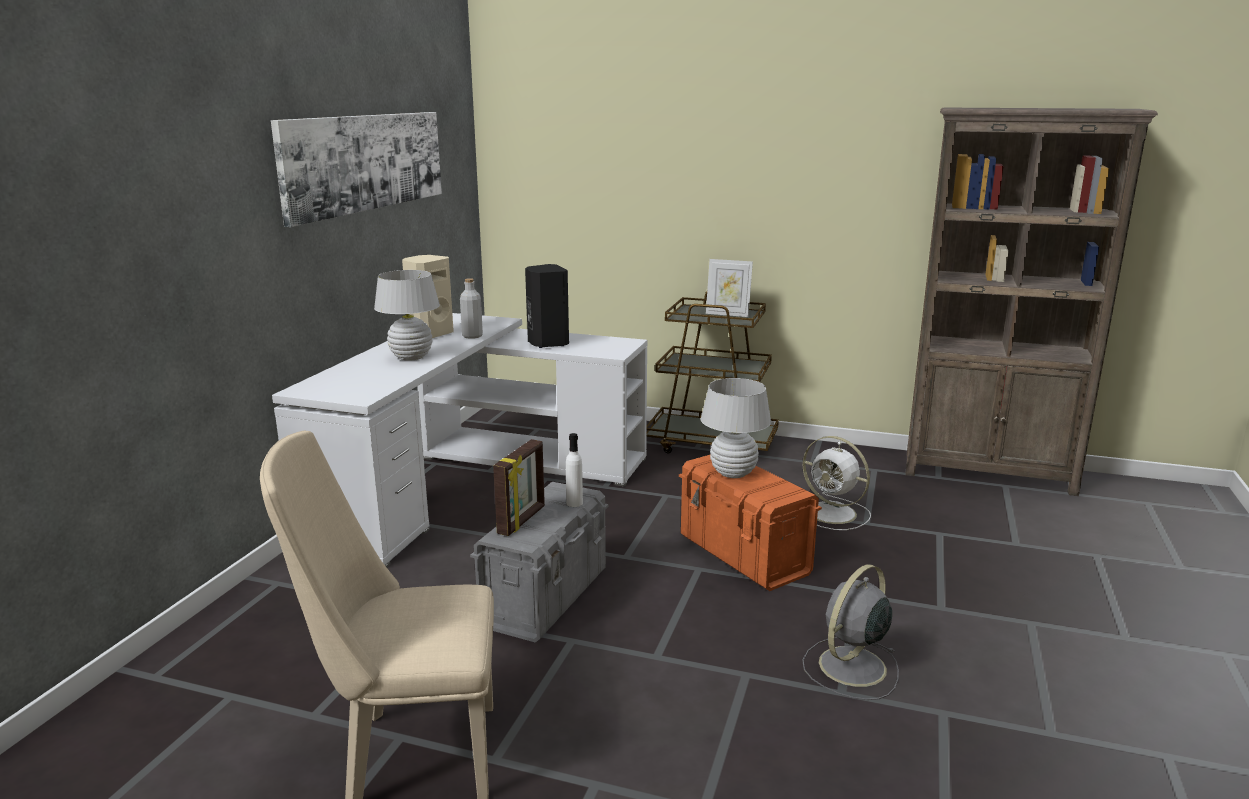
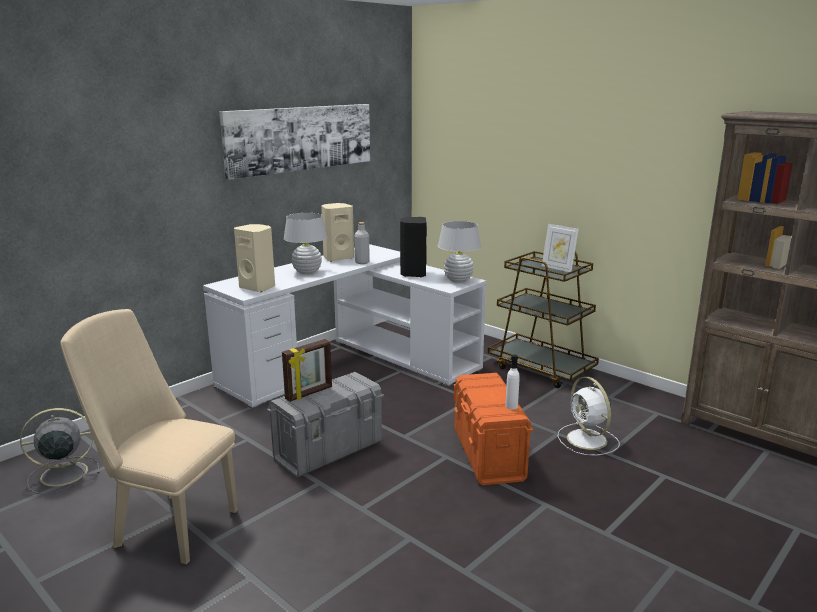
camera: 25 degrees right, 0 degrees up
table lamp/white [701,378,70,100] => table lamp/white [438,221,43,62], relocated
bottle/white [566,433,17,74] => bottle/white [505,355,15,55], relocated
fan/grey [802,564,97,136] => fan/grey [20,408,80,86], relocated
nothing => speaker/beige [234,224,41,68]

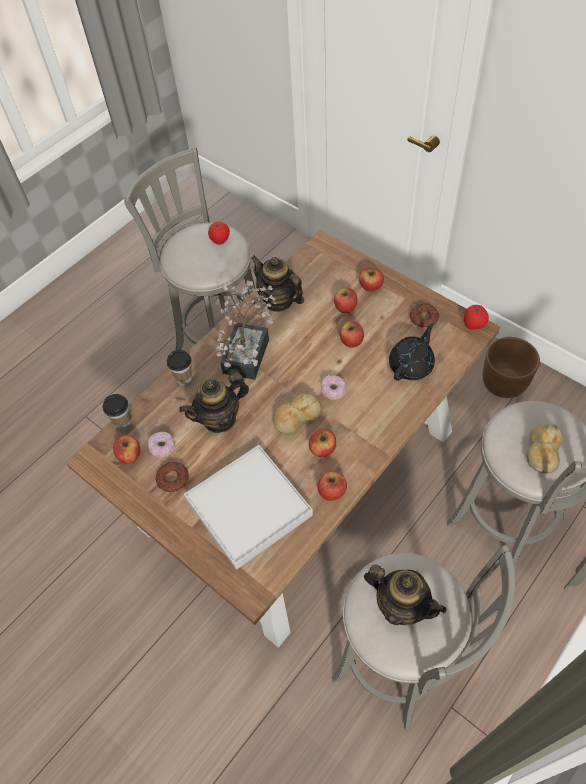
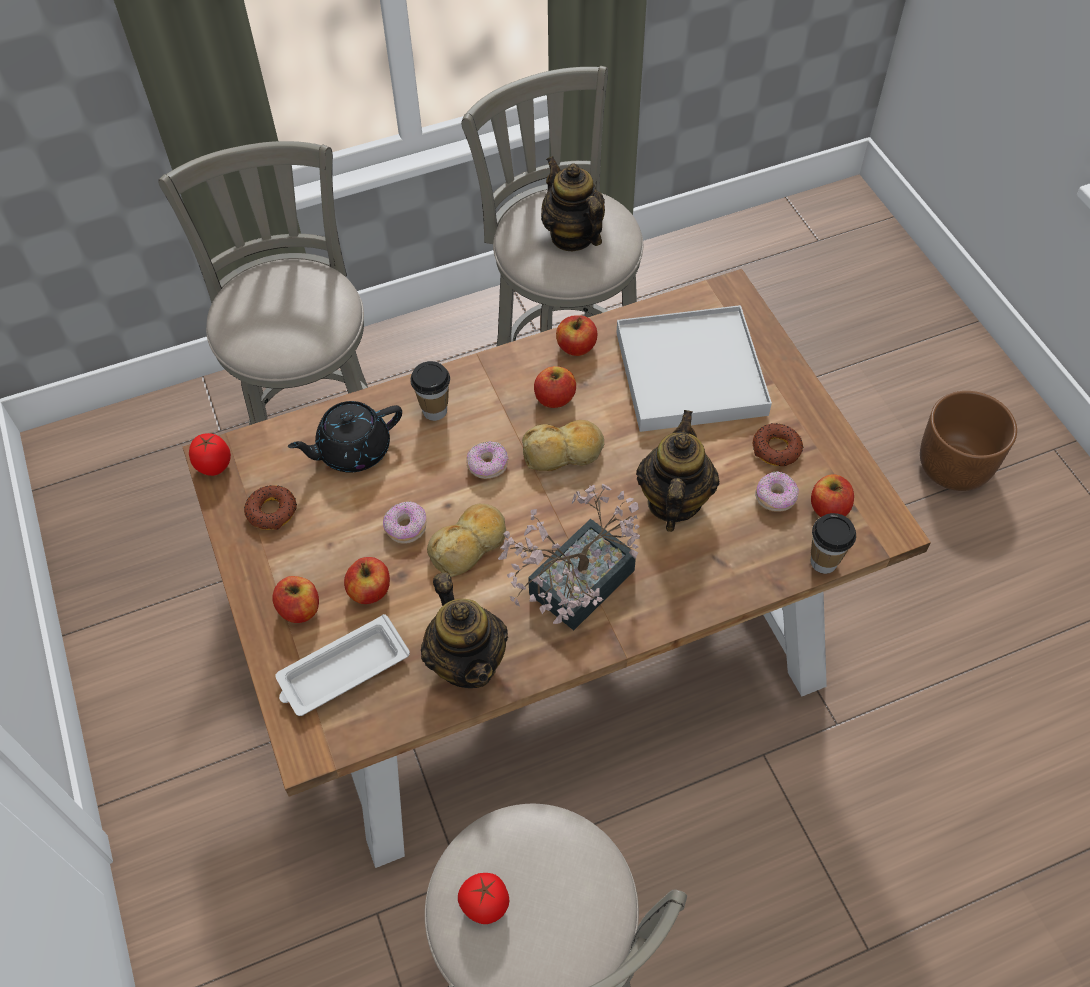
camera: 155 degrees left, 0 degrees up
apple [340,321,24,27] => donut [383,501,43,43]
planter/brown [483,337,57,61] => planter/brown [920,391,97,100], relocated
cup [167,350,25,36] => cup [410,361,40,60], relocated
teapot [179,372,70,61] => teapot [636,410,83,122], 75 degrees counterclockwise
bread [526,424,37,49] => bread [427,504,79,73], relocated
nothing => tray/white [275,614,135,102]

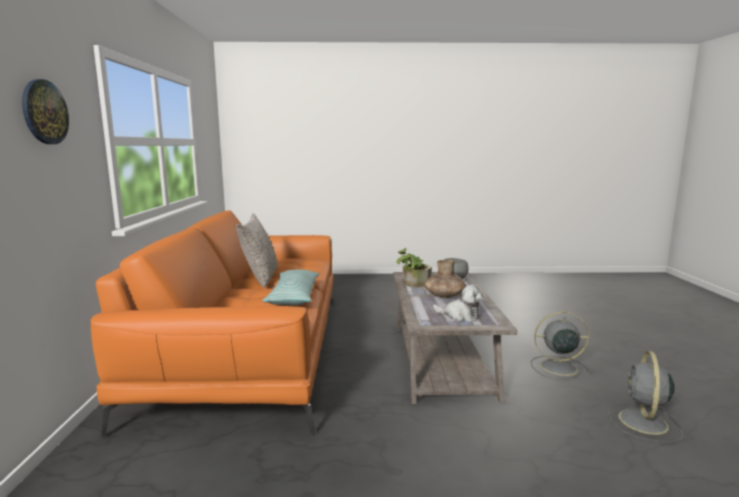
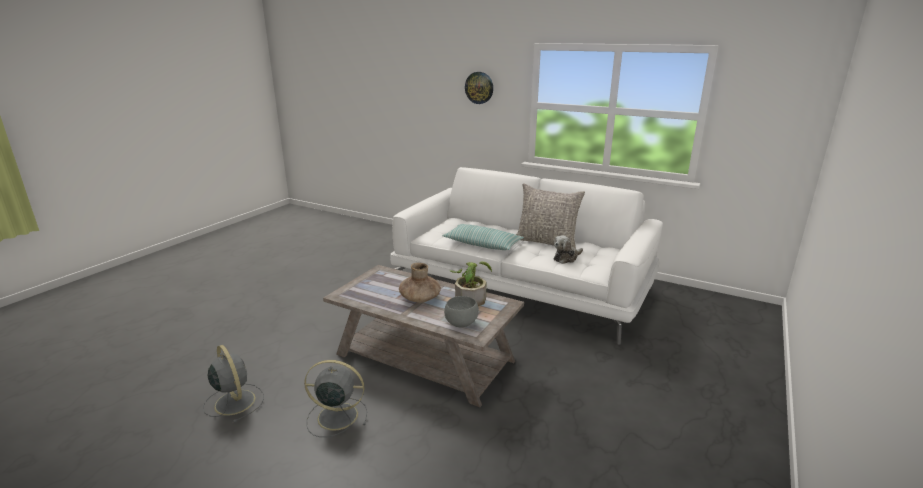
camera: 120 degrees right, 10 degrees up
sofa/orange [91,210,242,228] => sofa/white [390,167,273,178]
plush toy [433,284,50,38] => plush toy [554,235,29,29], relocated
fan/grey [531,311,60,69] => fan/grey [304,360,63,77], 120 degrees counterclockwise

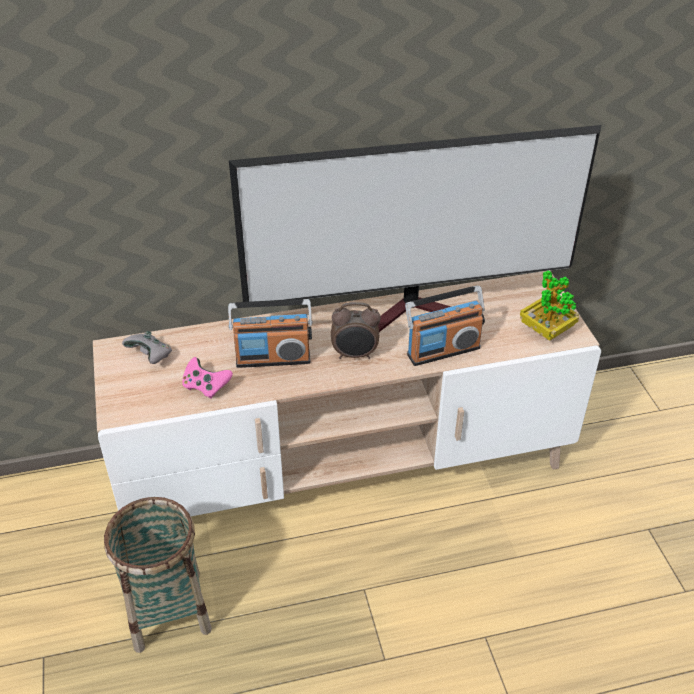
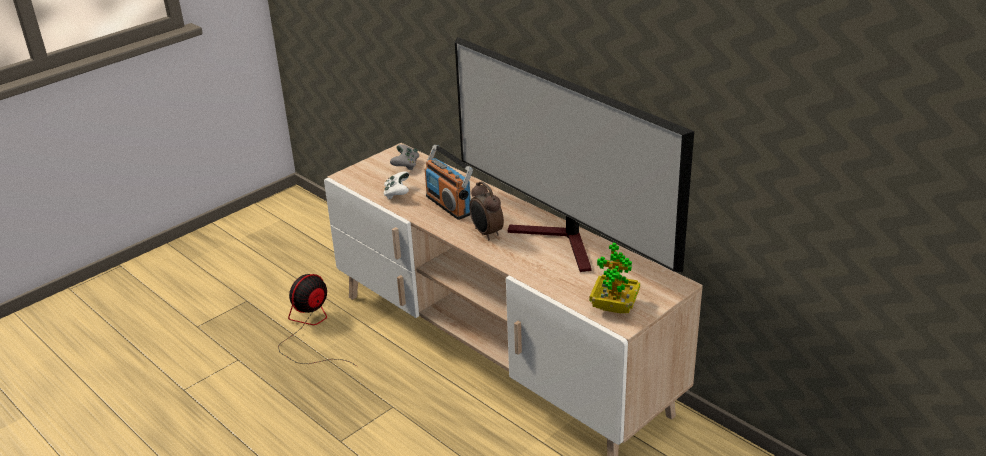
camera: 60 degrees right, 10 degrees down
radio [405,285,80,81] => nothing
game controller/pink [182,357,51,42] => game controller/white [384,172,25,27]
basket [104,497,108,156] => fan [278,274,80,93]

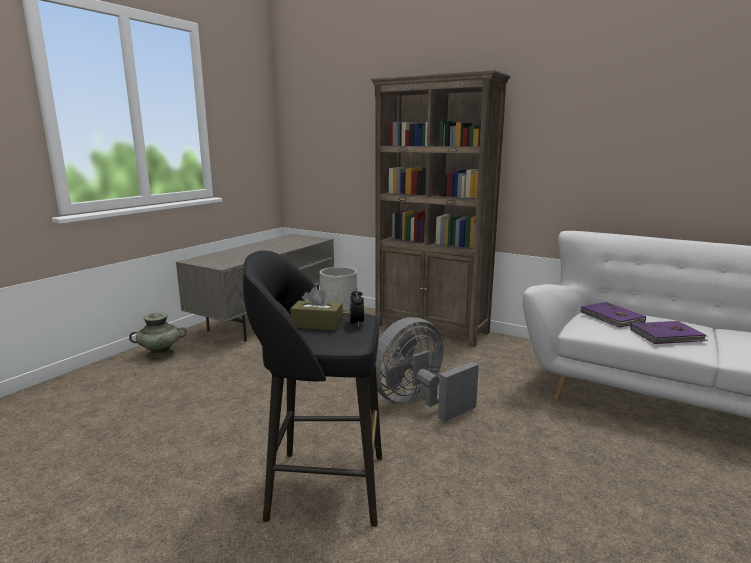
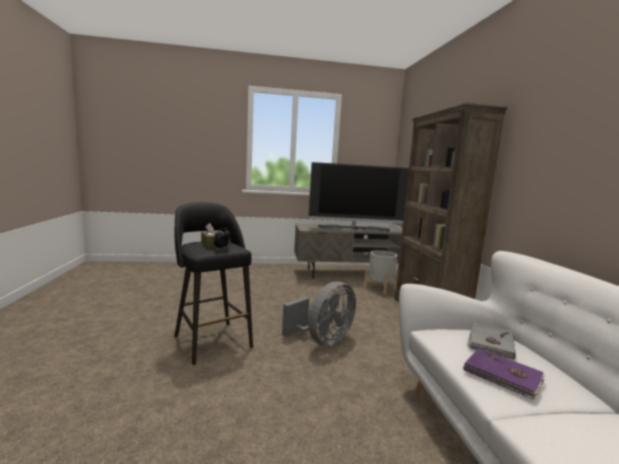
camera: 50 degrees right, 5 degrees down
book/purple [580,302,66,26] => book/grey [467,322,49,38]
vase/turquoise [129,313,58,47] => nothing
fan/grey [376,317,103,105] => fan/grey [282,281,74,65], 120 degrees clockwise
nothing => television [309,162,100,69]

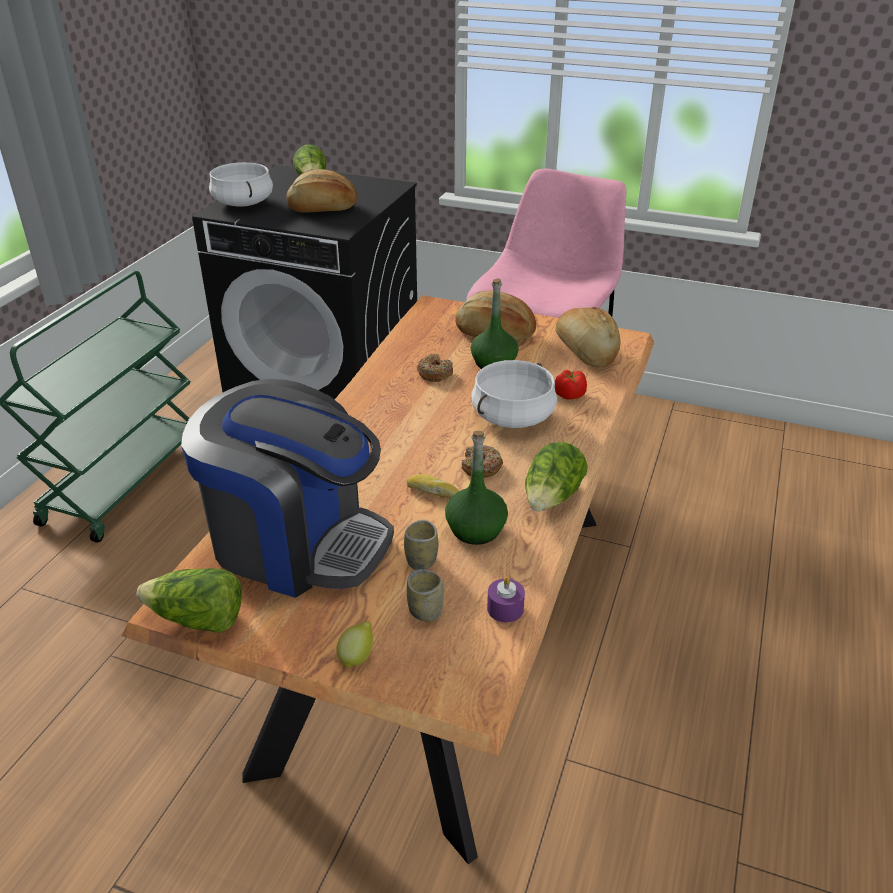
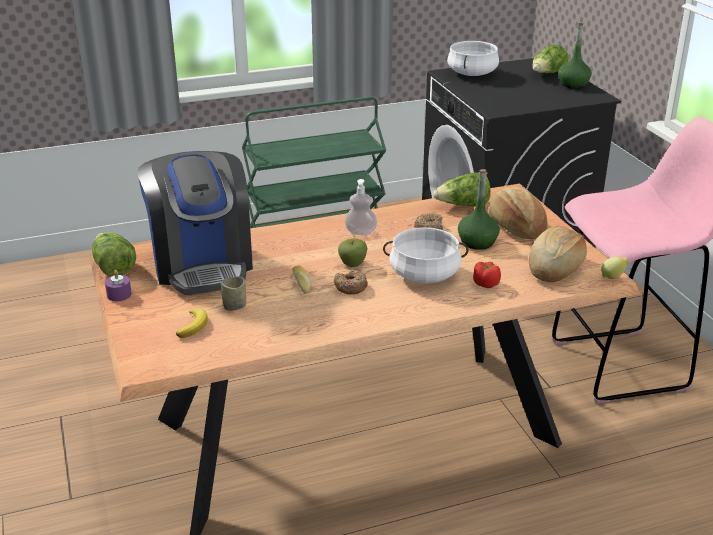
camera: 50 degrees right, 5 degrees down
bread [286,169,72,43] => nothing
bottle/green [445,431,63,114] => bottle/green [558,22,34,67], relocated
lettuce [525,442,63,69] => lettuce [433,172,58,34], relocated
cup [407,569,37,53] => banana [176,309,32,29]
candle/purple [487,577,38,45] => candle/purple [105,270,27,31], relocated
lemon [336,621,37,47] => lemon [601,257,28,22], relocated
nothing => soap dispenser [345,179,32,56]
nothing => apple [338,238,30,29]

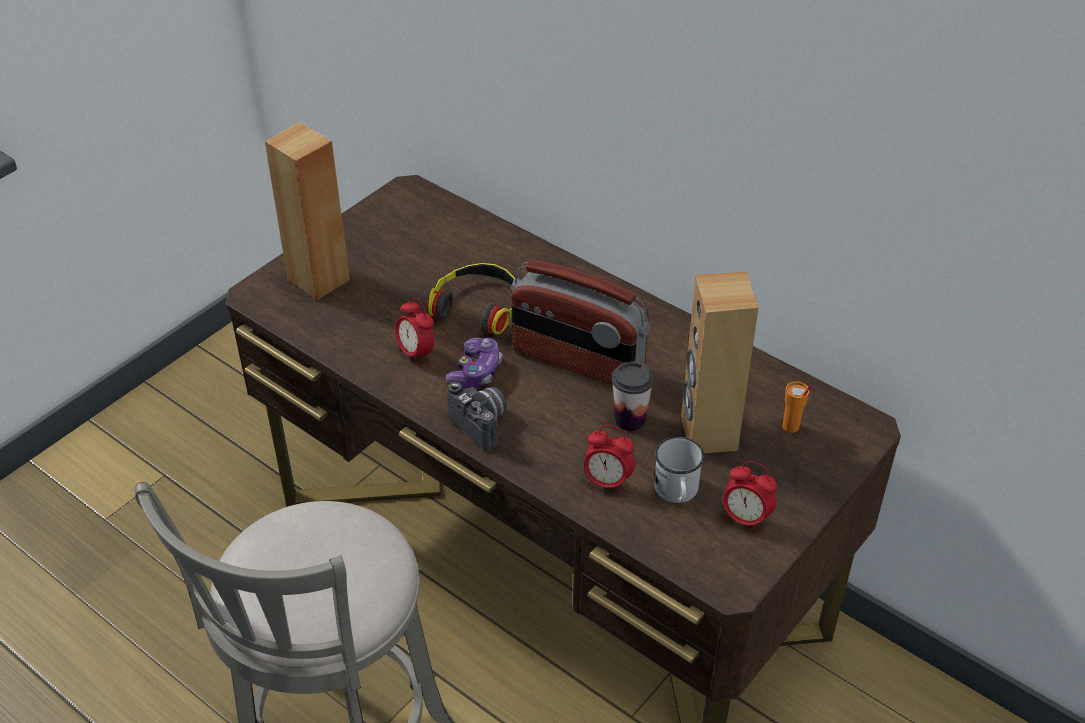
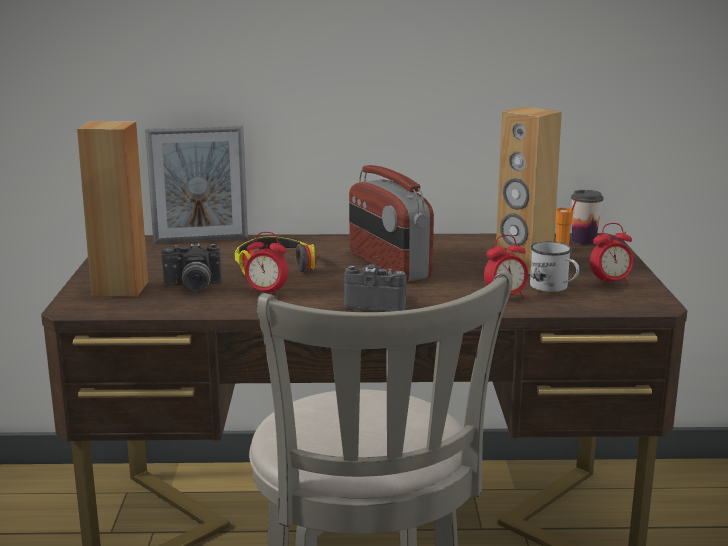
camera: 40 degrees left, 25 degrees down
radio [511,259,139,126] => radio [349,165,85,117], 75 degrees clockwise
game controller [445,338,57,50] => nothing
cup [612,361,42,70] => cup [571,190,33,55], relocated
nothing => picture frame [145,125,103,119]
nothing => photo camera [161,243,61,49]

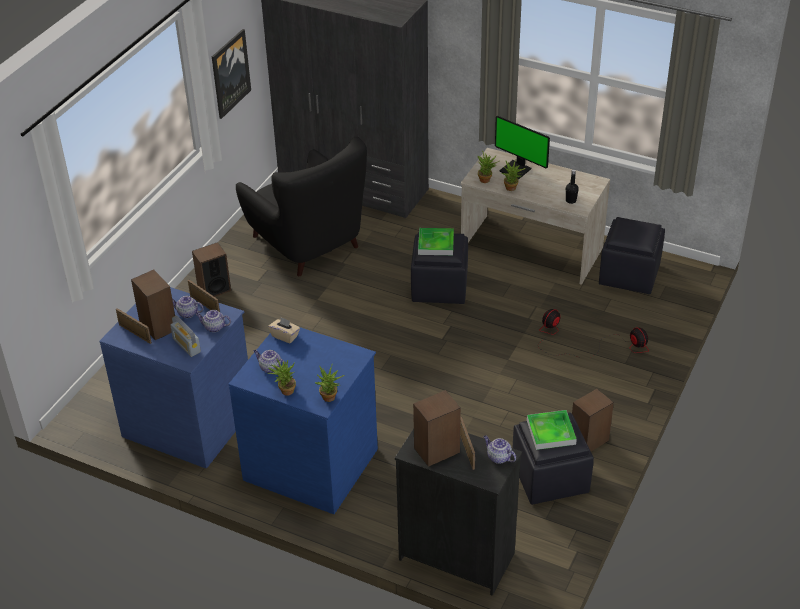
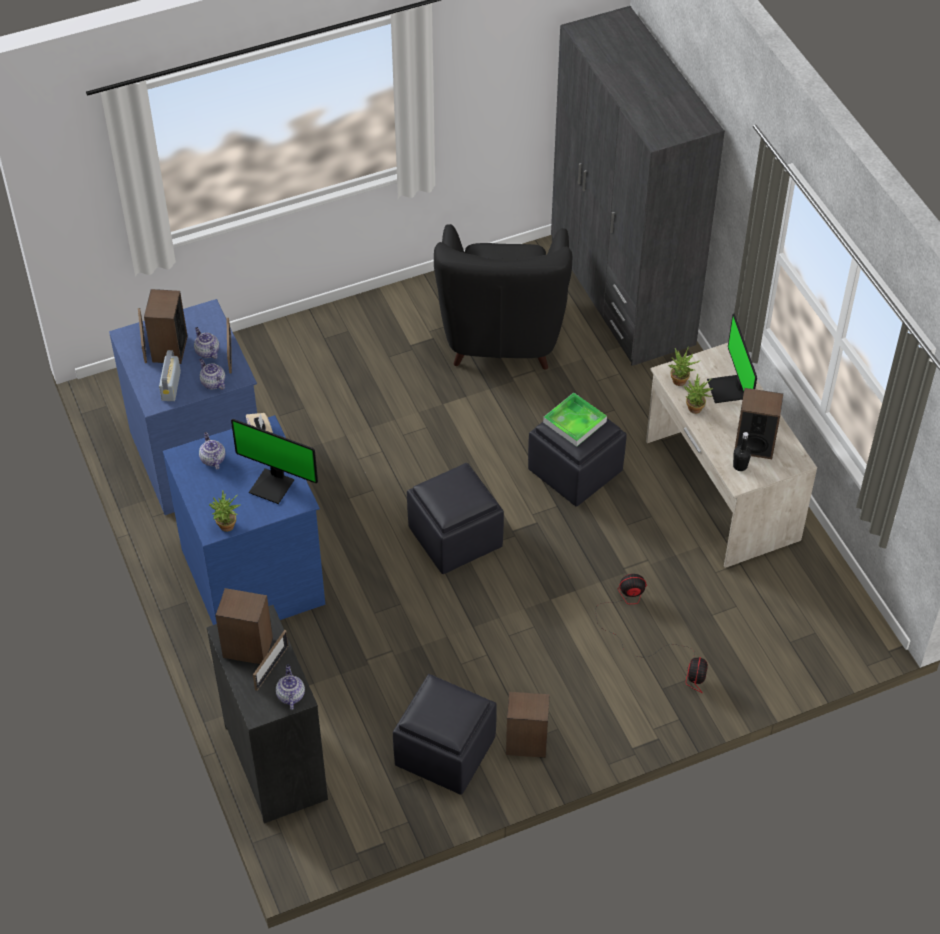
camera: 40 degrees right, 10 degrees up
picture [212,29,39,90] => nothing
ottoman/black [599,217,66,77] => ottoman/black [407,463,97,111], relocated
speaker [192,242,39,55] => speaker [735,388,48,71], relocated
potted plant [268,359,28,37] => nothing
tray [527,410,50,40] => nothing
nothing => monitor [231,419,87,85]

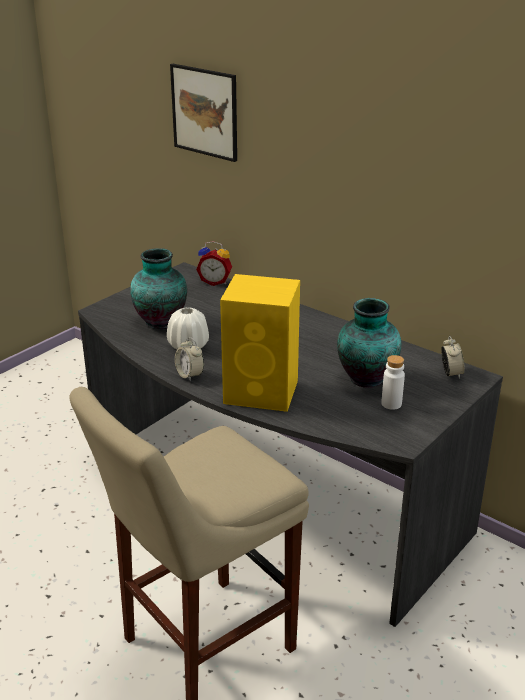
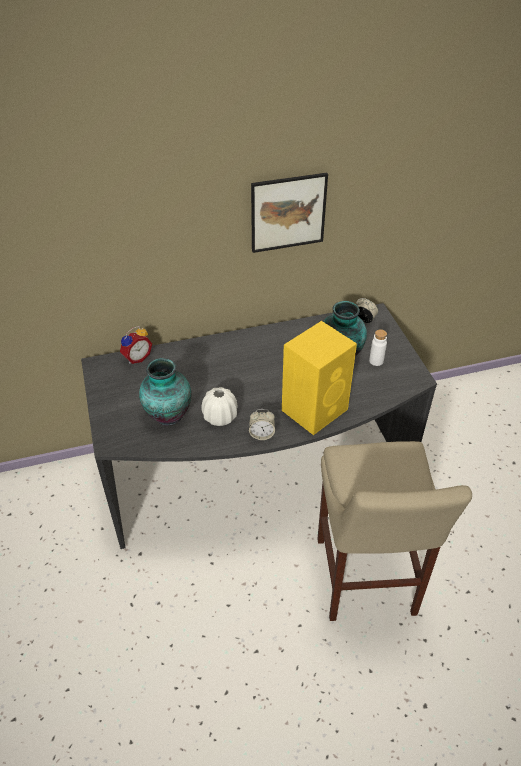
camera: 55 degrees left, 15 degrees up
picture [170,64,67,98] => picture [251,173,77,80], relocated

